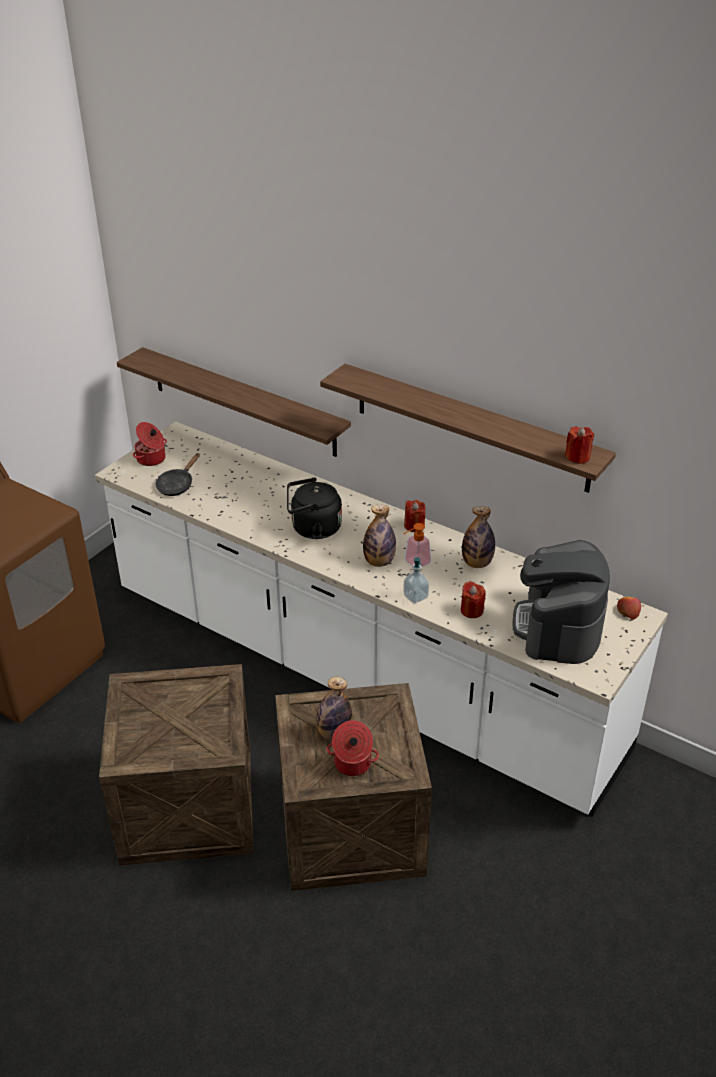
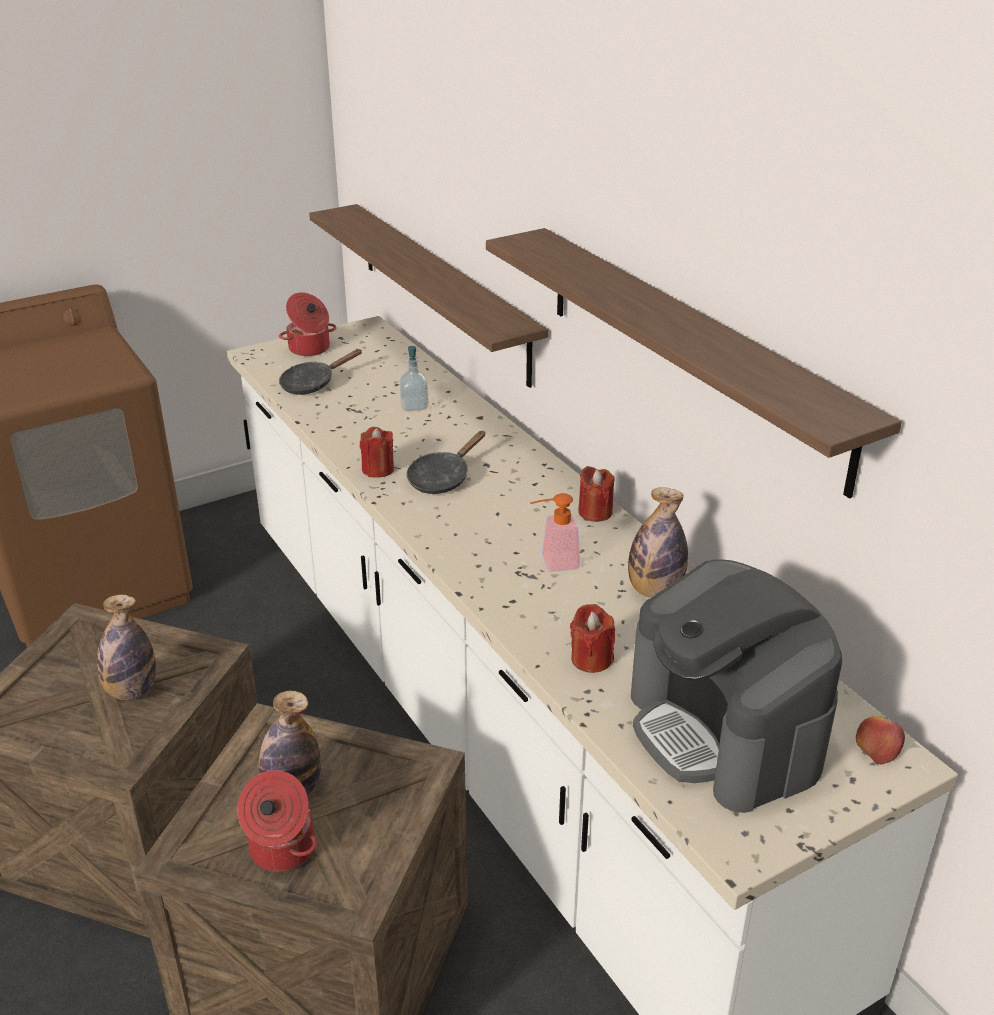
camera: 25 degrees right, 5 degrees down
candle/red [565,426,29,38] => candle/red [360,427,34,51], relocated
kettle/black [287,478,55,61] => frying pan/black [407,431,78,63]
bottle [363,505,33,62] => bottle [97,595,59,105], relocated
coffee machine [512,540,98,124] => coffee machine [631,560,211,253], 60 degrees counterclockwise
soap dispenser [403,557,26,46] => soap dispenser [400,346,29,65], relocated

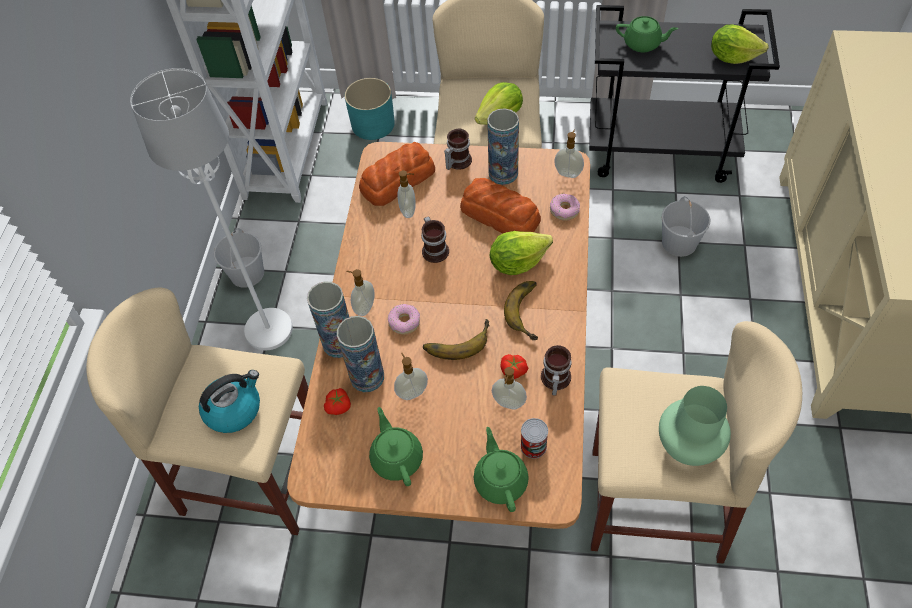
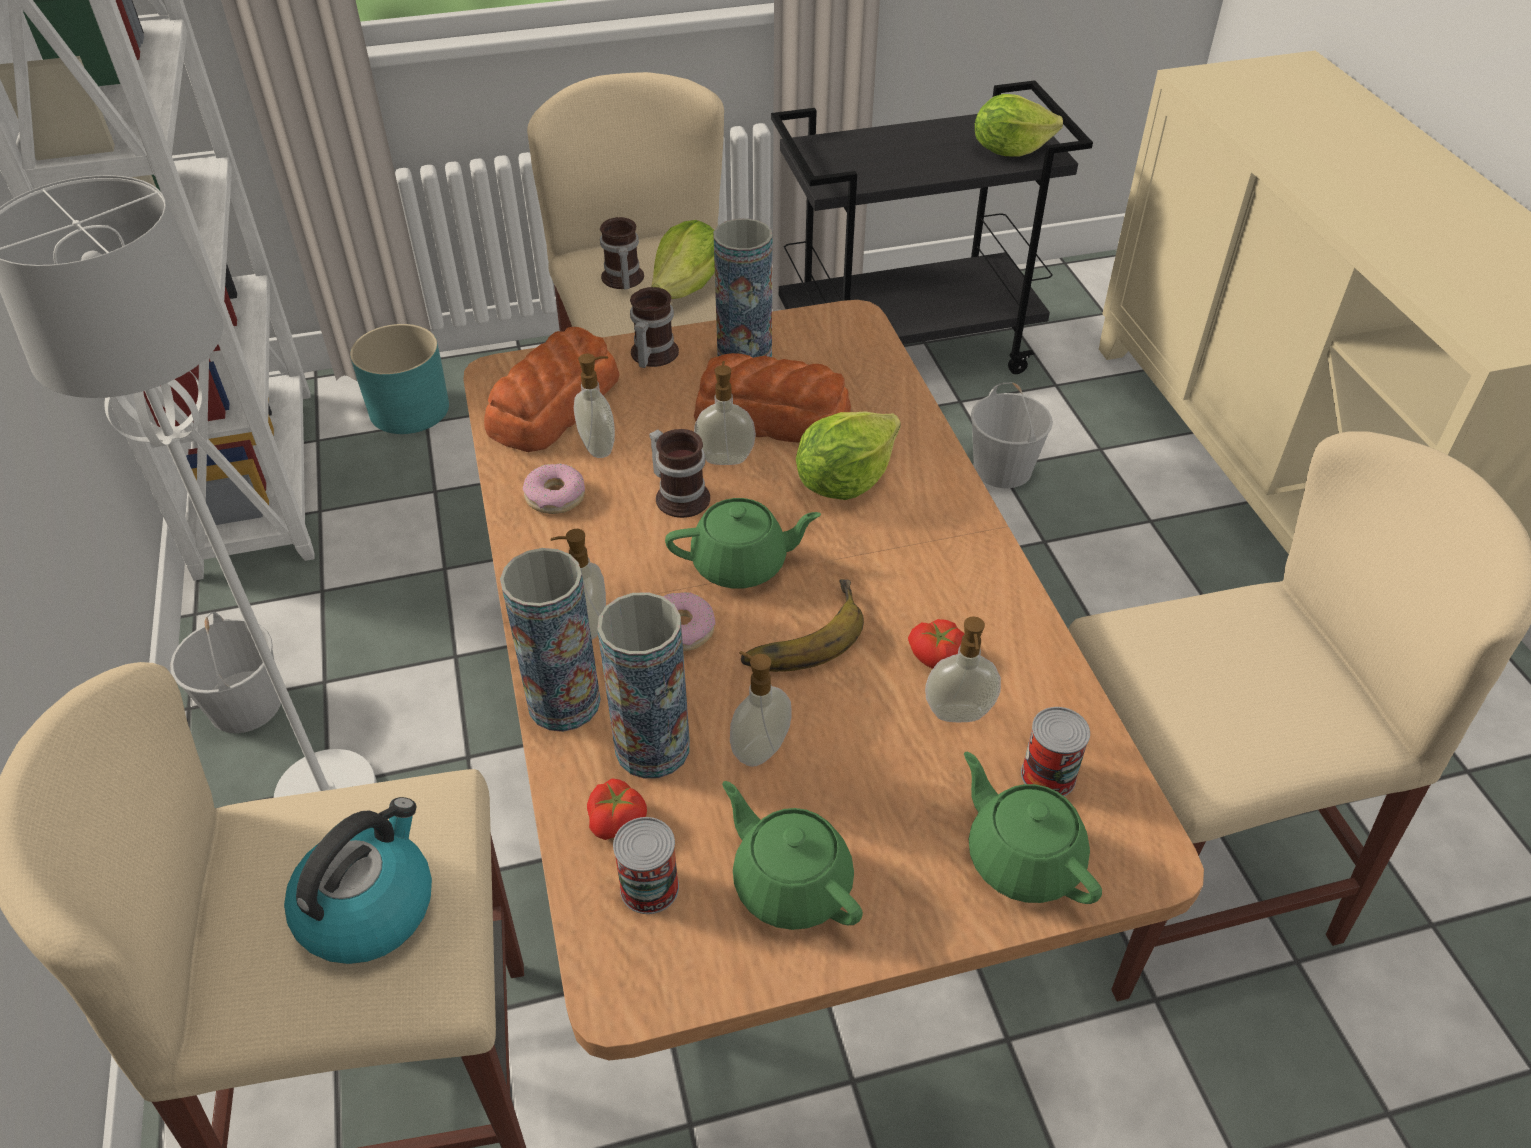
camera: 25 degrees left, 10 degrees down
teapot/green [616,16,62,36] => teapot/green [665,498,156,91], relocated
soap dispenser [554,129,30,49] => soap dispenser [694,361,62,104], relocated
donut [550,194,30,27] => donut [523,464,62,50], relocated
banana [504,281,34,59] => nothing
mug [541,345,31,50] => mug [600,217,44,72], relocated
vase/green [659,386,72,80] => nothing
nothing => can [613,817,66,97]

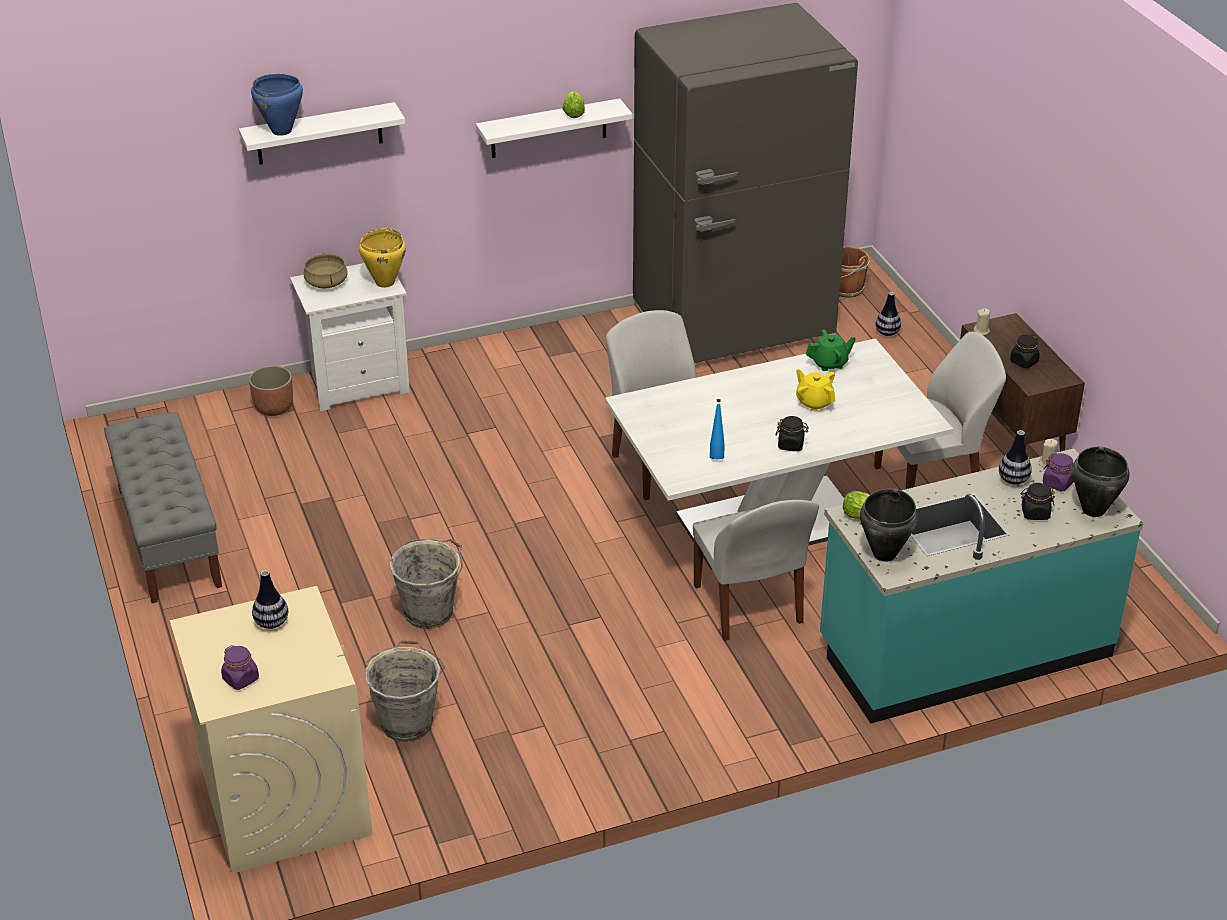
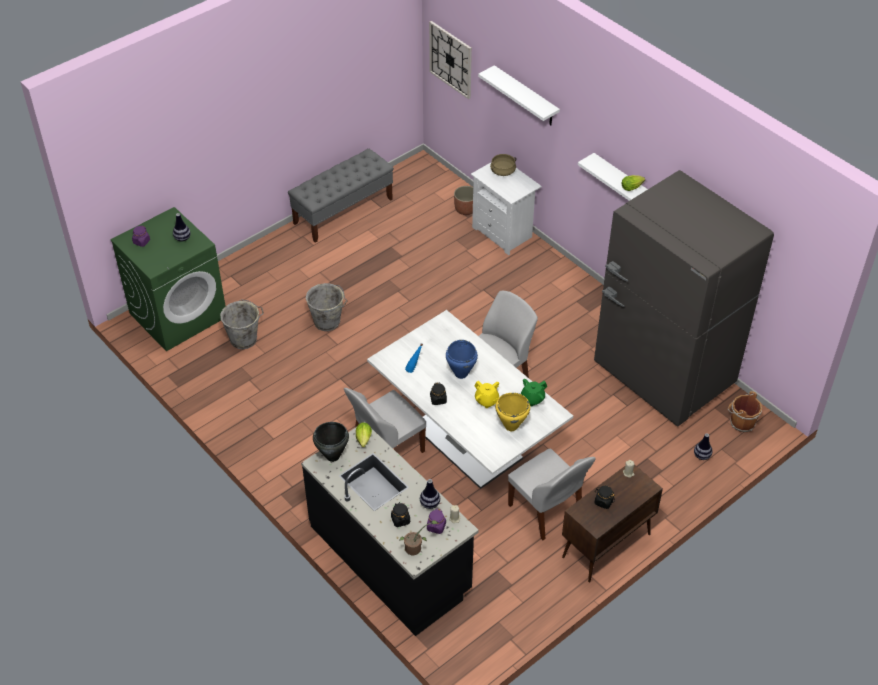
camera: 70 degrees right, 10 degrees up
cooking pot/blue [251,74,52,62] => cooking pot/blue [446,340,32,39], relocated
cooking pot/yellow [359,228,47,60] => cooking pot/yellow [495,393,35,38], relocated
teapot/green [806,329,50,42] => teapot/green [521,379,26,28], 90 degrees clockwise
teapot/yellow [796,369,39,43] => teapot/yellow [475,381,24,27], 105 degrees clockwise
cooking pot/black [1072,447,58,70] => potted plant [399,520,39,35]
counter/turquoise [820,448,324,276] => counter/black [301,422,178,214]
washing machine/beige [170,586,202,288] => washing machine/green [110,207,116,144]
nothing => wall clock [429,21,43,78]

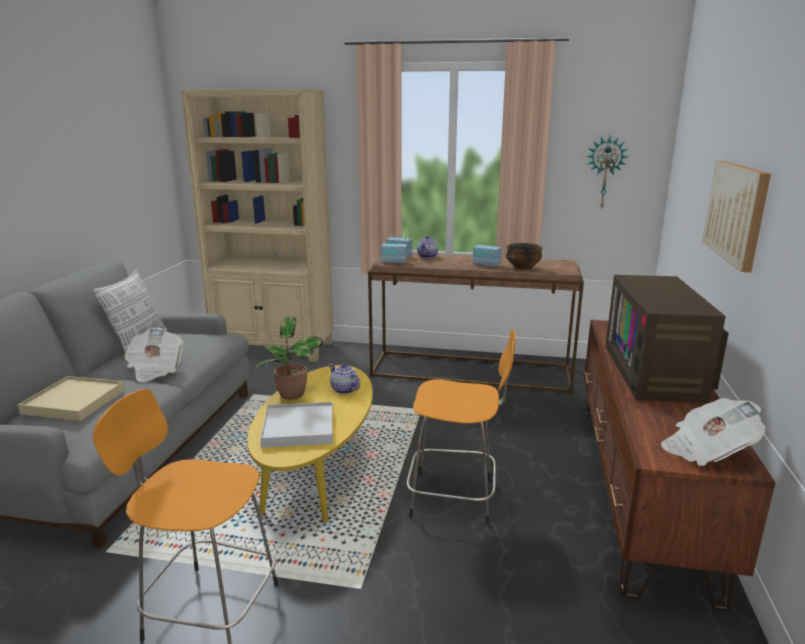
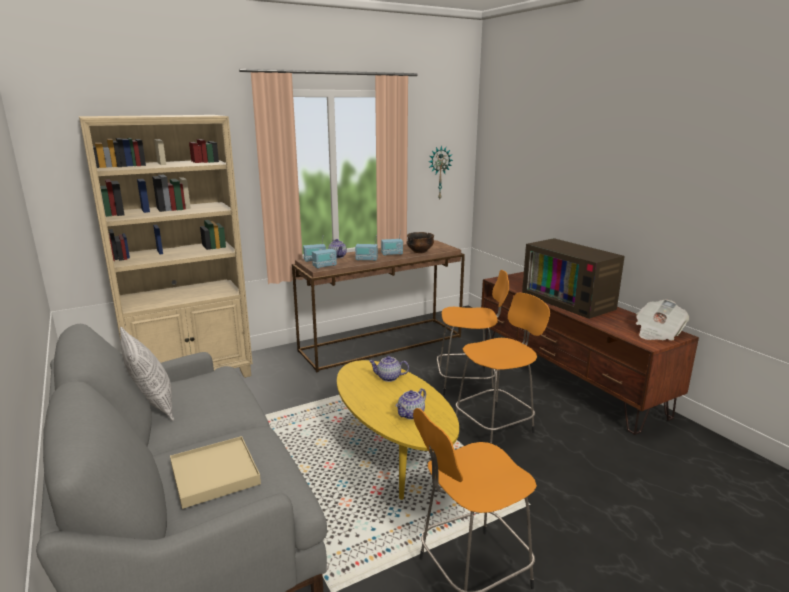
camera: 40 degrees left, 0 degrees up
picture [702,161,69,111] => nothing
potted plant [255,316,68,84] => nothing
newspaper [124,328,60,54] => nothing
tray/white [260,402,73,46] => teapot [396,388,30,32]
nothing => radio [355,235,23,26]
nothing => stool/orange [437,270,72,125]

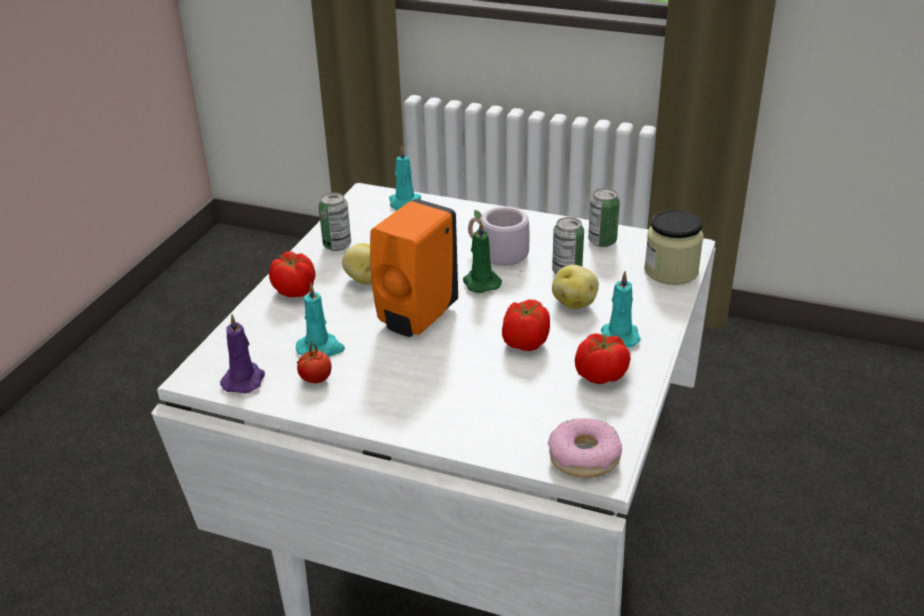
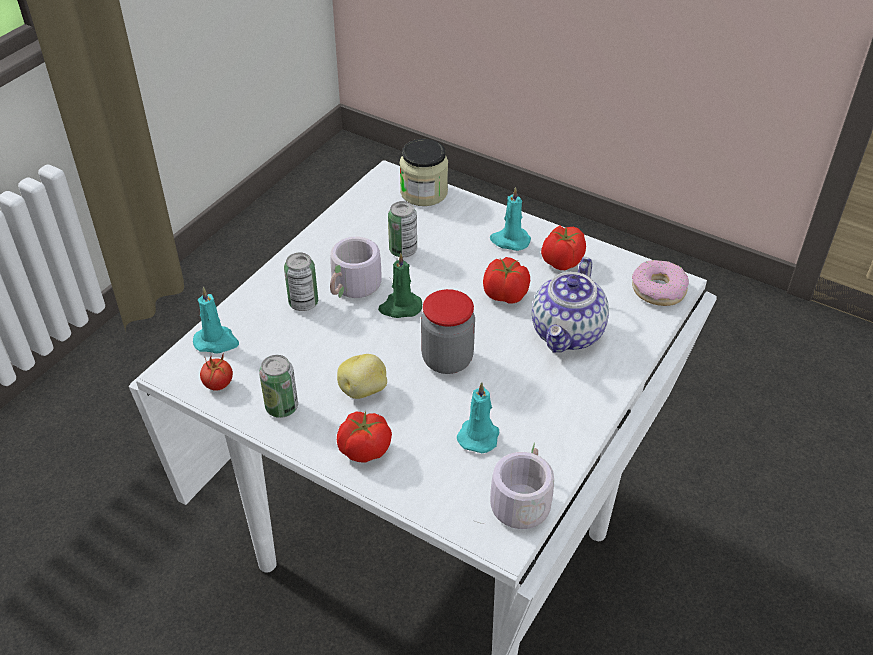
camera: 80 degrees left, 10 degrees up
can [588,188,32,59] => can [284,252,34,59], relocated
soap dispenser/orange [370,199,88,138] => jar [421,289,54,85]
potato [552,265,47,44] => nothing
candle/purple [220,314,45,79] => mug/grey [473,443,81,86]
tomato [297,342,34,41] => tomato [200,353,33,38], relocated
nothing => teapot [532,257,77,96]

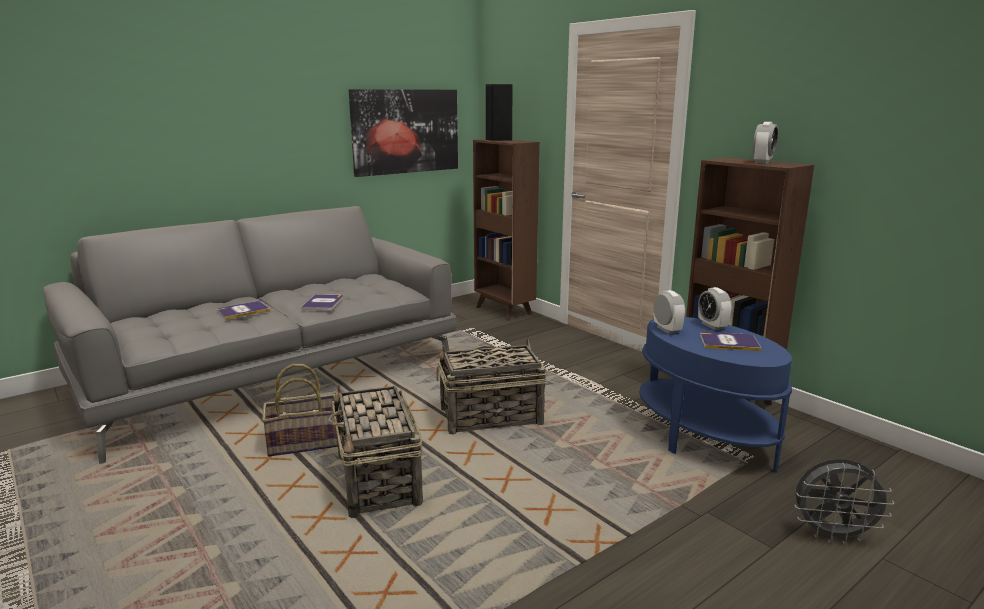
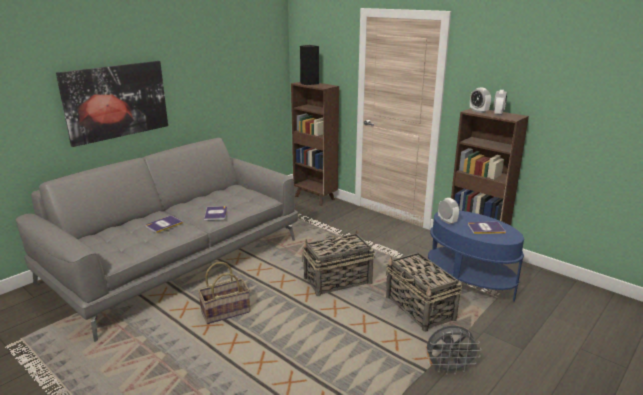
camera: 10 degrees left, 5 degrees up
picture [349,89,109,88] => picture [56,61,112,86], relocated
alarm clock [698,287,34,43] => alarm clock [470,87,21,26], relocated
basket [328,386,95,132] => basket [386,252,76,80], relocated
fan/grey [794,459,100,85] => fan/grey [426,326,55,49], relocated

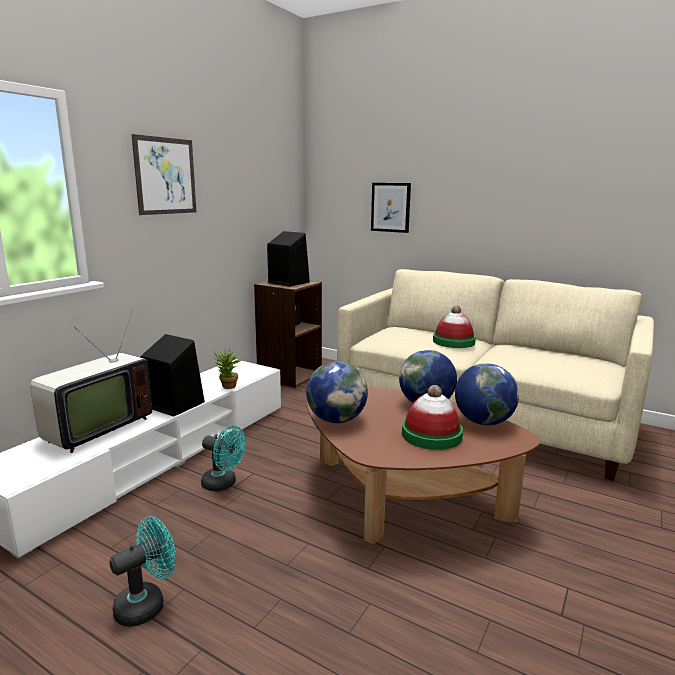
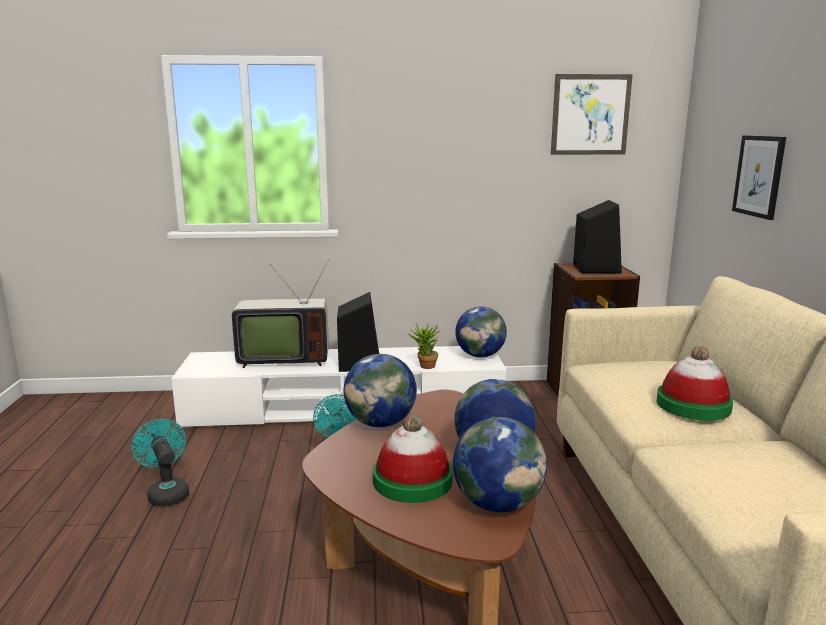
camera: 55 degrees right, 0 degrees up
picture [131,134,66,81] => picture [551,74,82,81], relocated
fan/turquoise [109,516,67,111] => fan/turquoise [132,419,57,88], 135 degrees counterclockwise
nothing => globe [455,306,52,51]

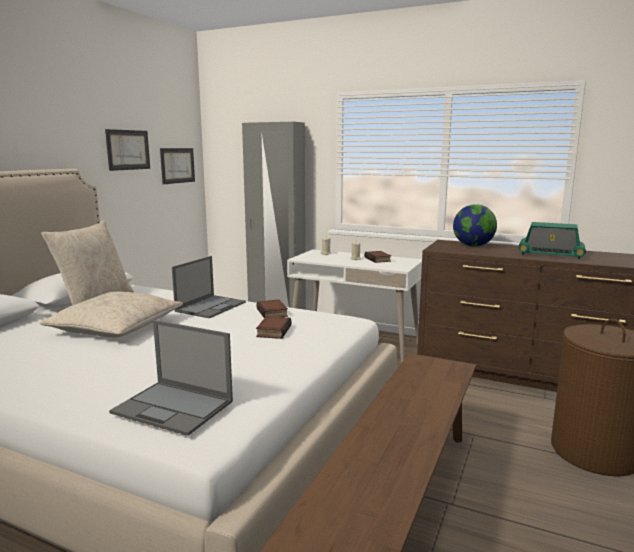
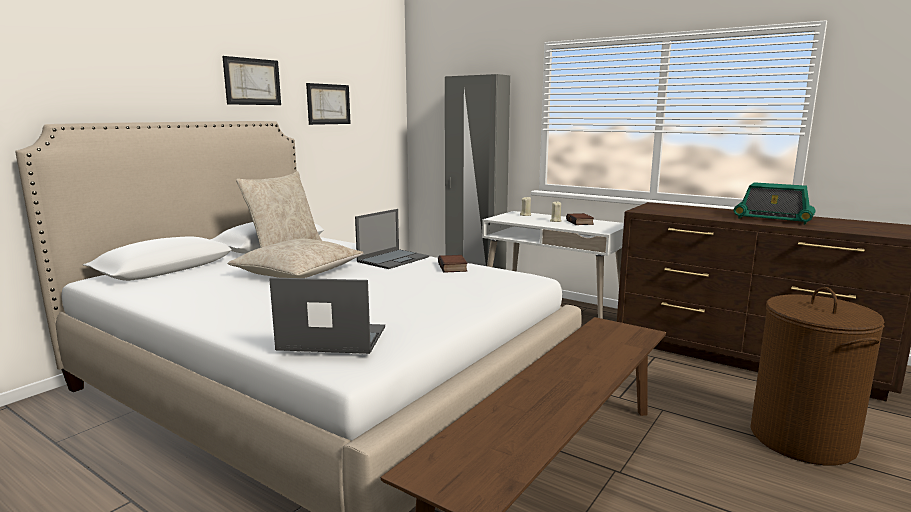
camera: 10 degrees right, 0 degrees up
picture [160,148,35,36] => picture [222,56,59,49], relocated
globe [453,204,44,43] => nothing
book [256,316,36,23] => nothing
laptop [109,320,124,116] => laptop [269,277,116,77], 150 degrees clockwise

